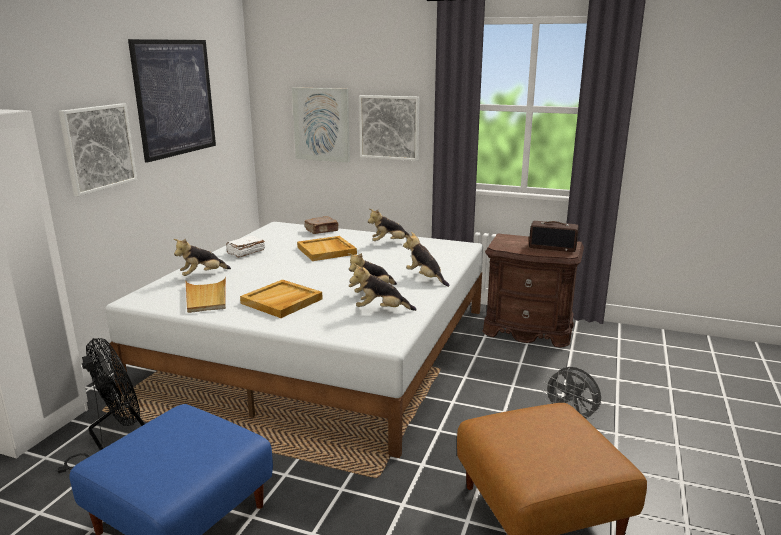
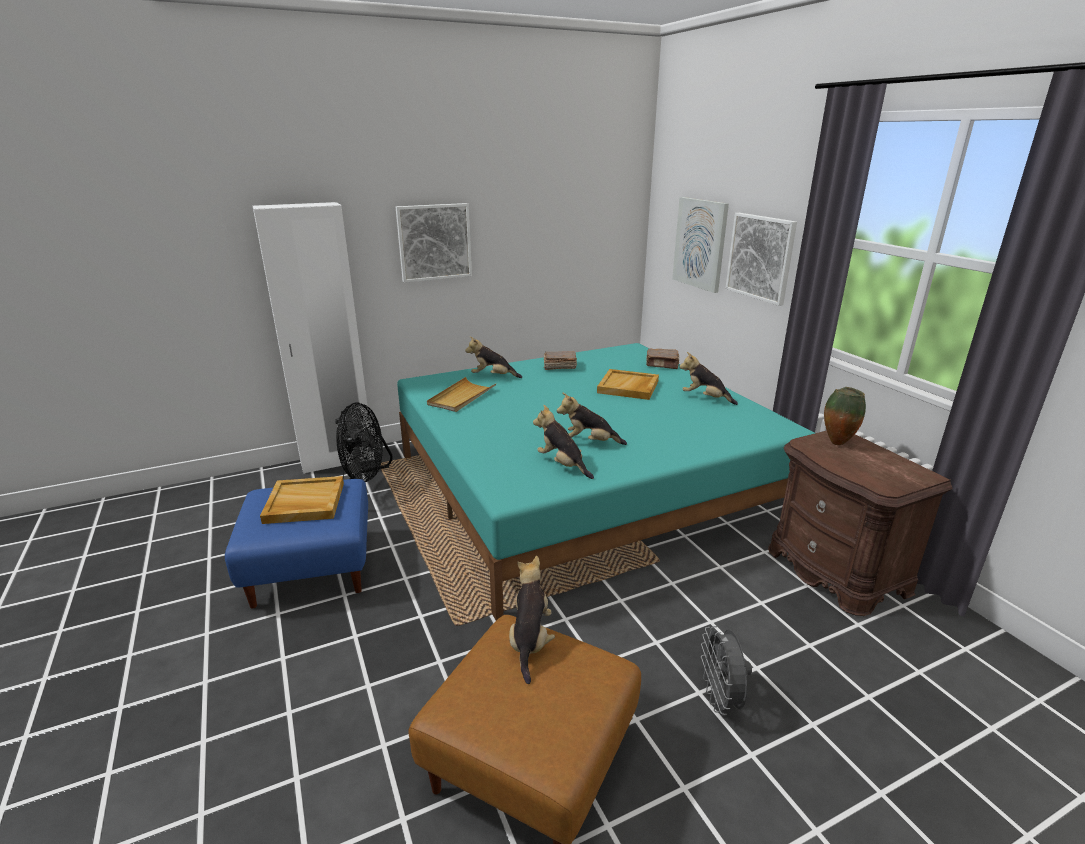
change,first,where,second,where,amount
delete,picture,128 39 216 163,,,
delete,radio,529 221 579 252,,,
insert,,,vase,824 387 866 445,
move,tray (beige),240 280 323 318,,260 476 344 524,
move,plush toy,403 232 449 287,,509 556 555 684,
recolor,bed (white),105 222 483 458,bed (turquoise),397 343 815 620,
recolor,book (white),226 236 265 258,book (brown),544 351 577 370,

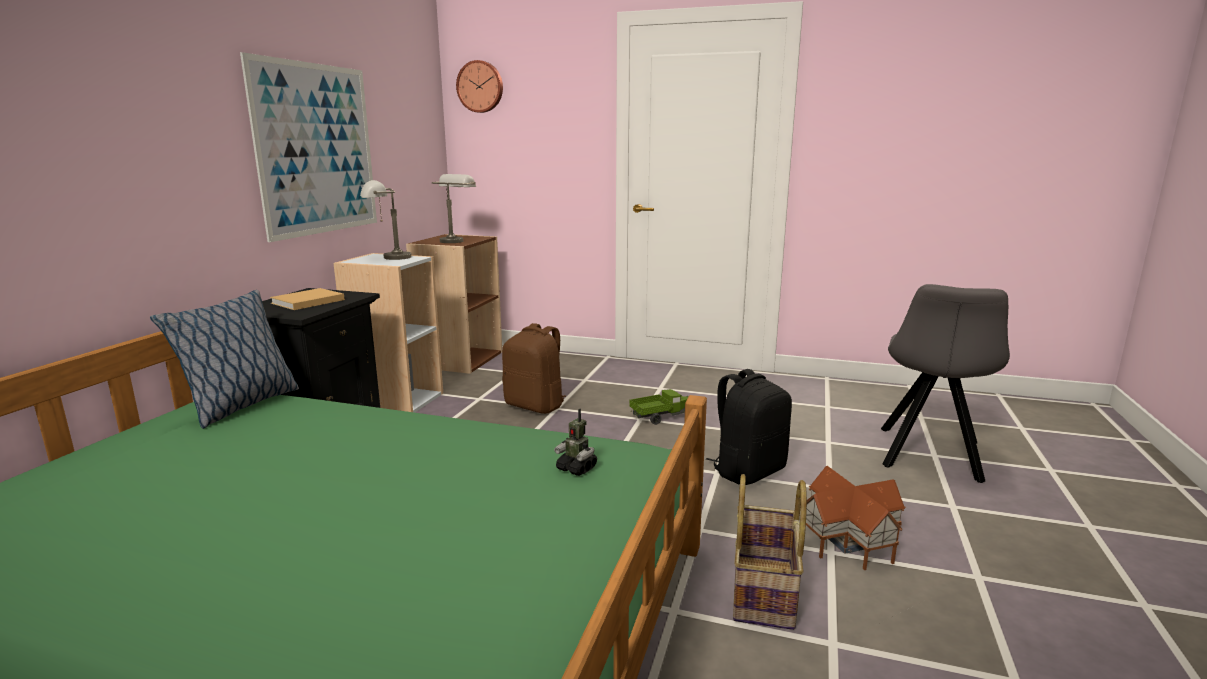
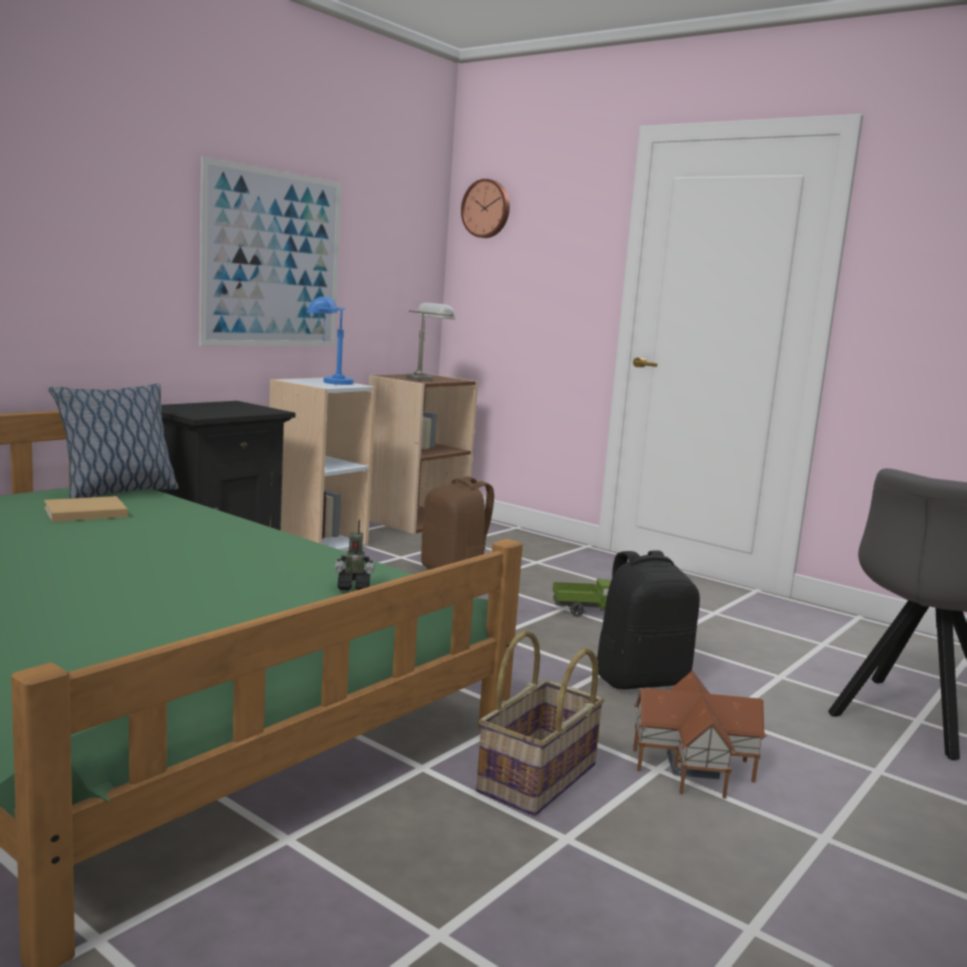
change,first,where,second,where,amount
move,book (beige),270 288 345 310,,44 496 128 522,
recolor,table lamp (grey),360 180 412 260,table lamp (blue),306 297 354 385,
rotate,toy robot,554 409 597 476,,334 520 375 590,60 degrees counterclockwise

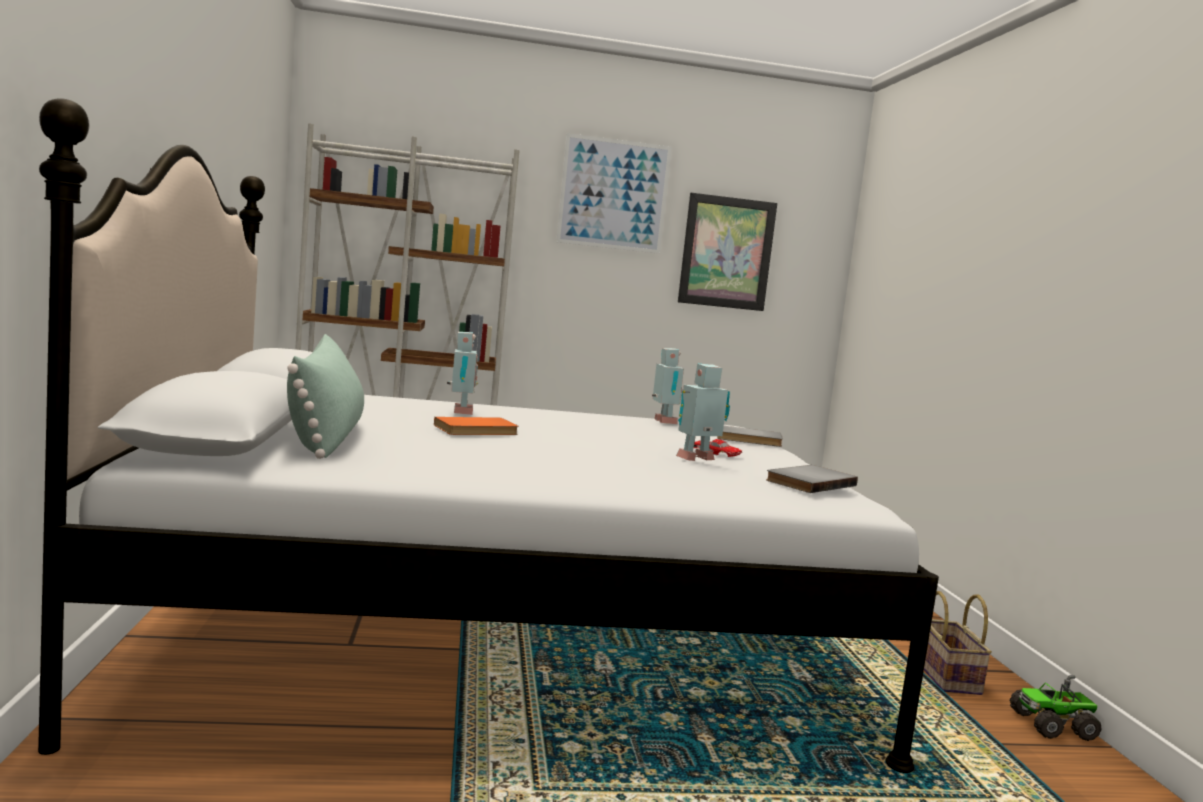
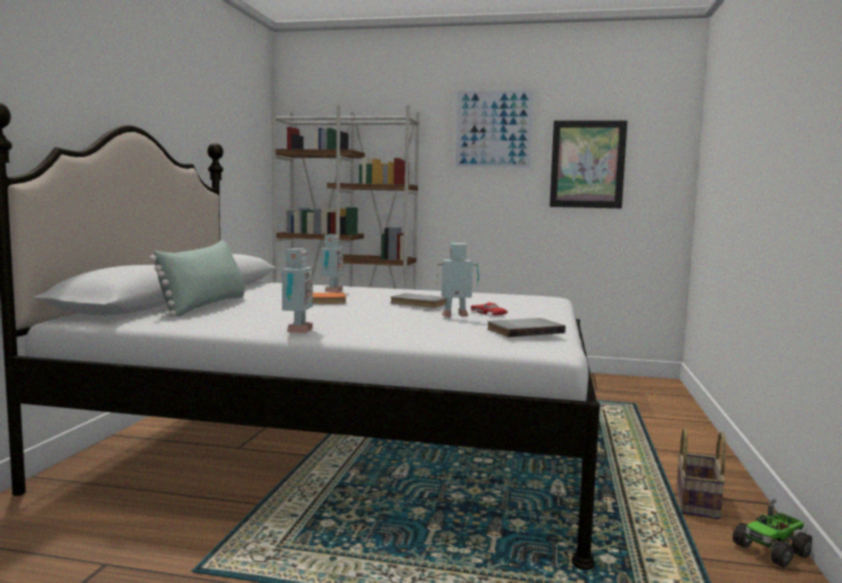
change,first,where,second,where,amount
move,toy robot,652 348 684 424,,282 248 314 333,
move,book (grey),717 426 783 447,,390 293 446 308,
rotate,toy truck,1009 675 1102 741,,733 499 812 567,45 degrees counterclockwise

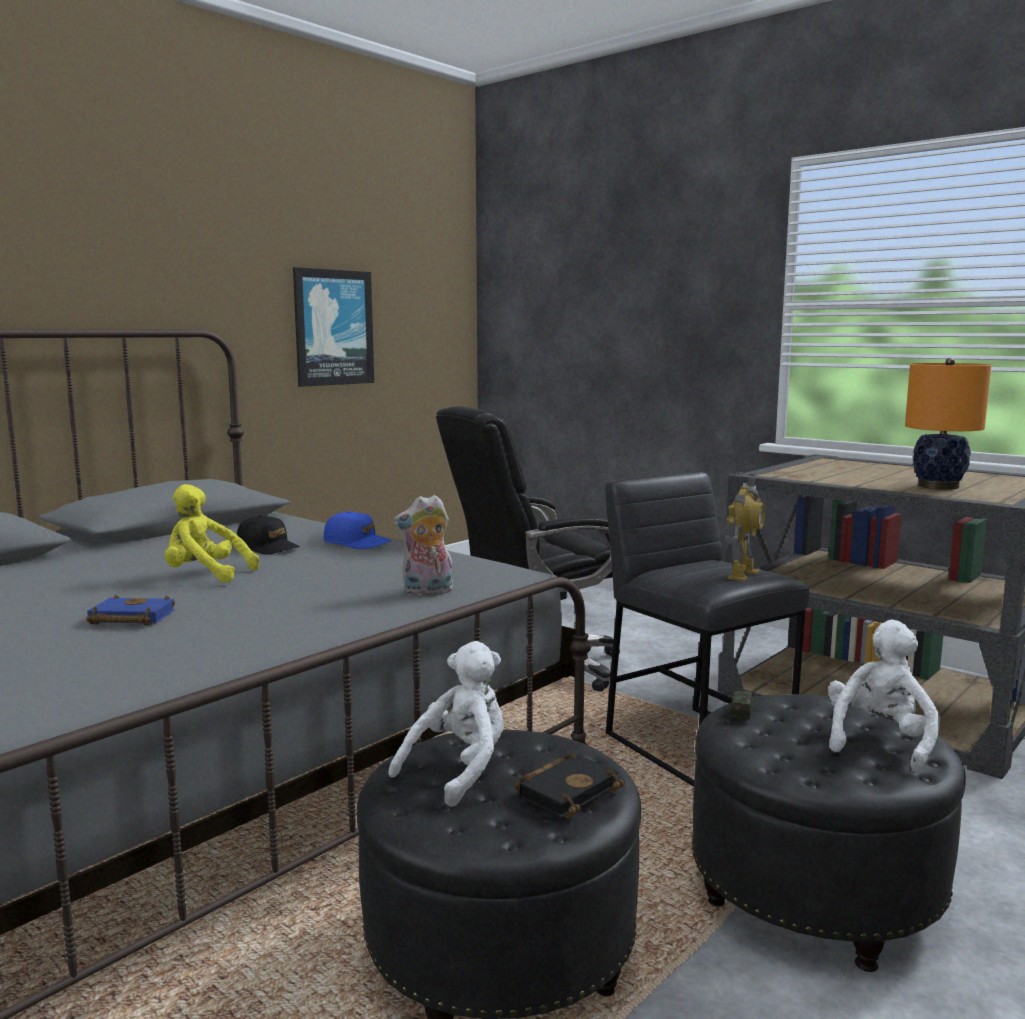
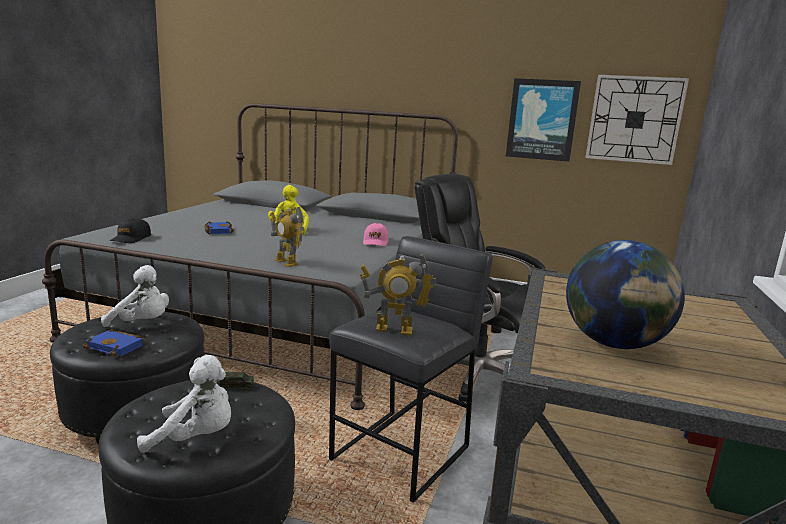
change,first,where,second,where,amount
insert,,,wall clock,585 75 689 165,
move,cap (black),237 515 300 554,,110 218 151 243,
replace,plush toy,393 495 453 596,toy robot,271 207 304 267,
replace,table lamp (orange),905 358 991 490,globe,566 240 685 349,
recolor,cap (blue),324 511 391 549,cap (pink),363 223 388 246,
recolor,book (black),514 753 624 818,book (blue),82 329 145 357,

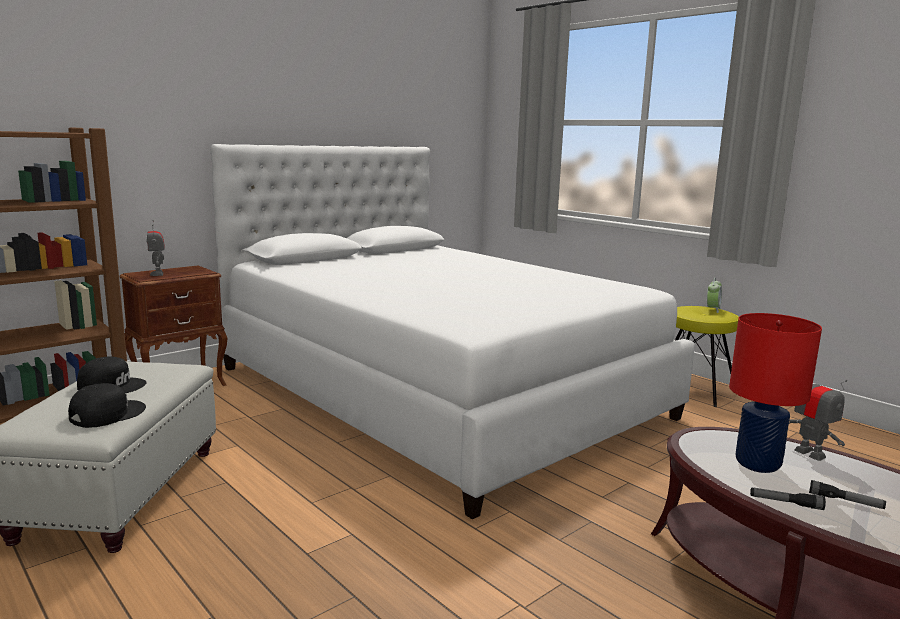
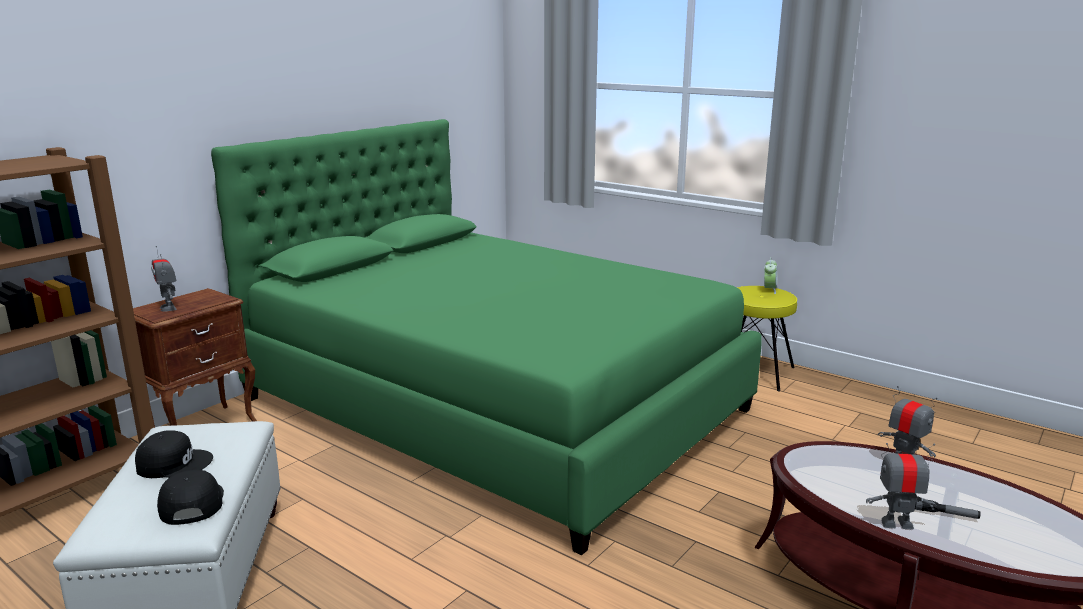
change,first,where,second,where,amount
delete,table lamp (red),729 313 822 473,,,
replace,flashlight,750 487 826 510,toy robot,866 443 937 529,
recolor,bed (white),211 144 695 519,bed (green),211 119 762 556,
rotate,cap (black),68 383 146 428,,157 470 224 525,45 degrees counterclockwise

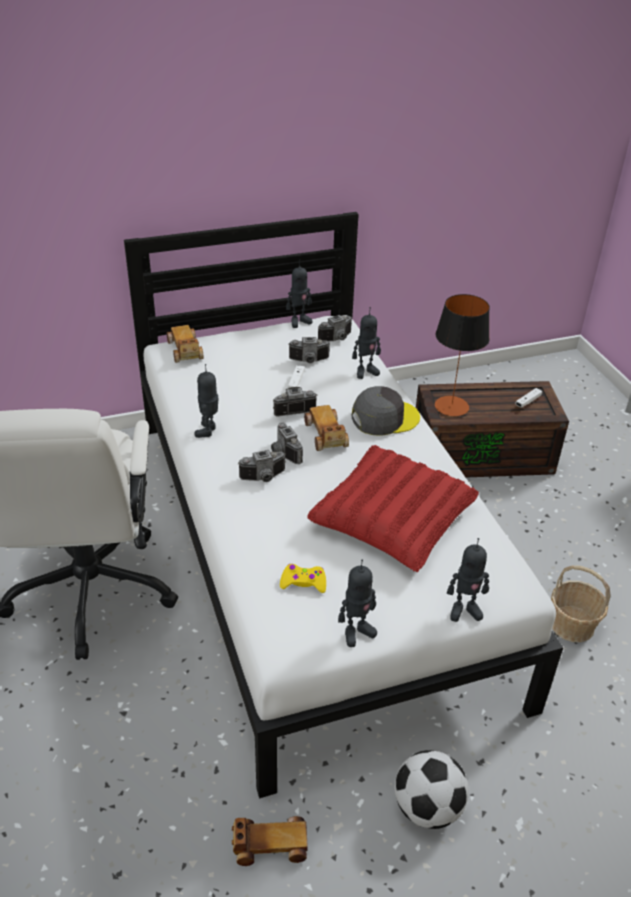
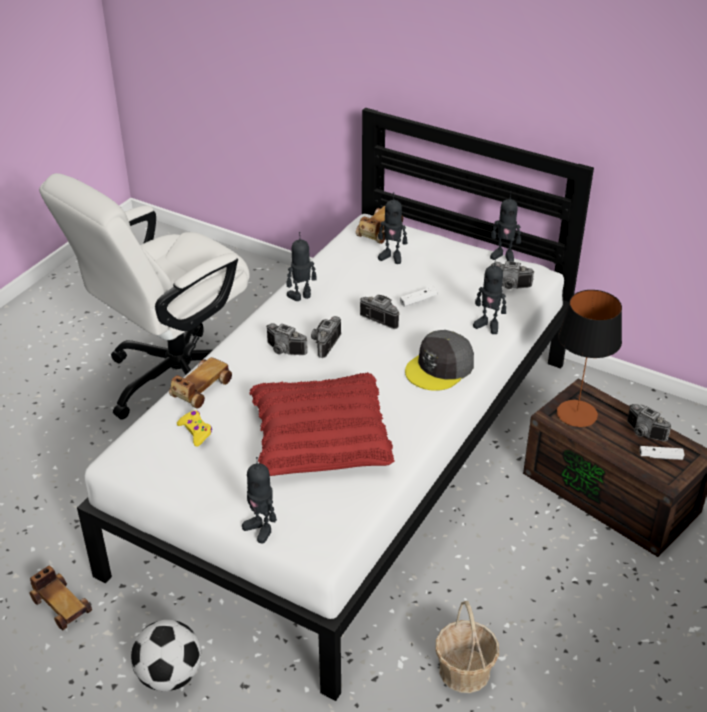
change,first,where,second,where,amount
move,photo camera,289 337 330 363,,627 404 671 441,
move,toy car,304 405 349 451,,169 357 232 408,
move,toy robot,338 559 377 647,,378 192 407 264,
rotate,cap (grey),352 386 420 436,,405 330 474 391,105 degrees clockwise

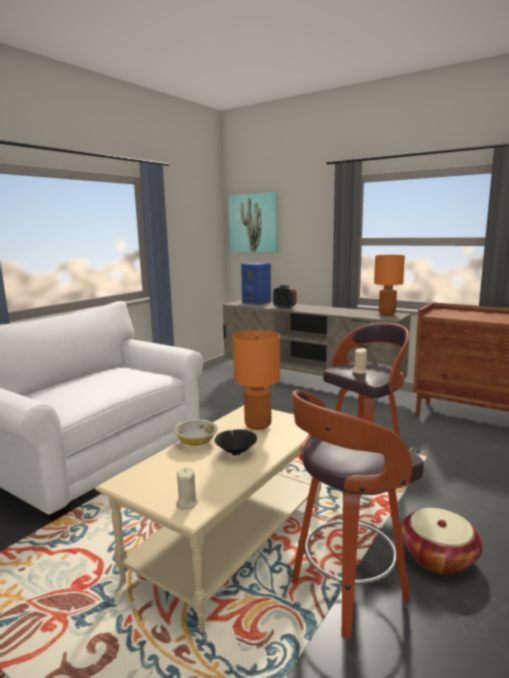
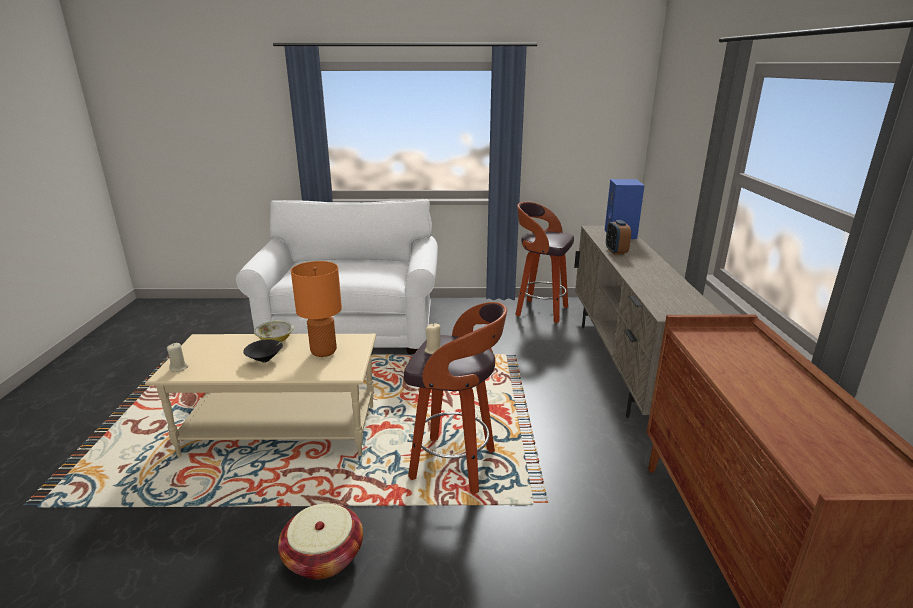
change,first,where,second,where,amount
delete,picture,229 192 278 252,,,
delete,table lamp (orange),374 255 405 315,,,
move,stool,291 390 424 639,,515 202 574 323,

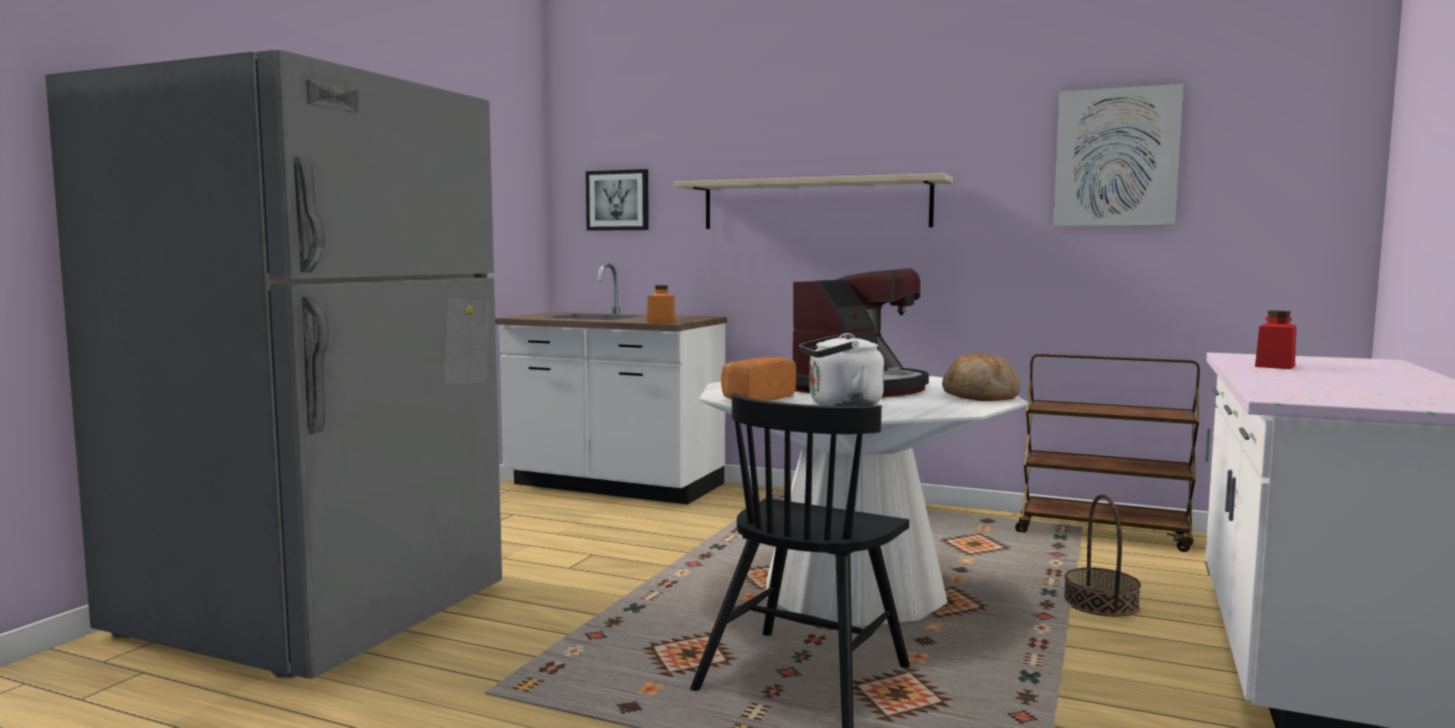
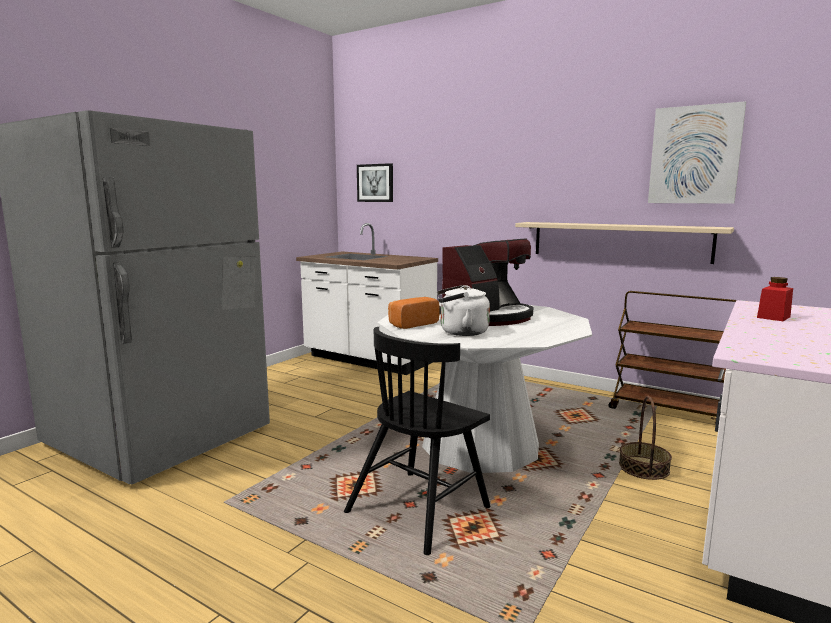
change,first,where,second,where,amount
delete,jar (orange),647 285 676 323,,,
delete,bread,942 353 1021 401,,,
move,shelf (beige),674 173 953 229,,515 222 734 264,

